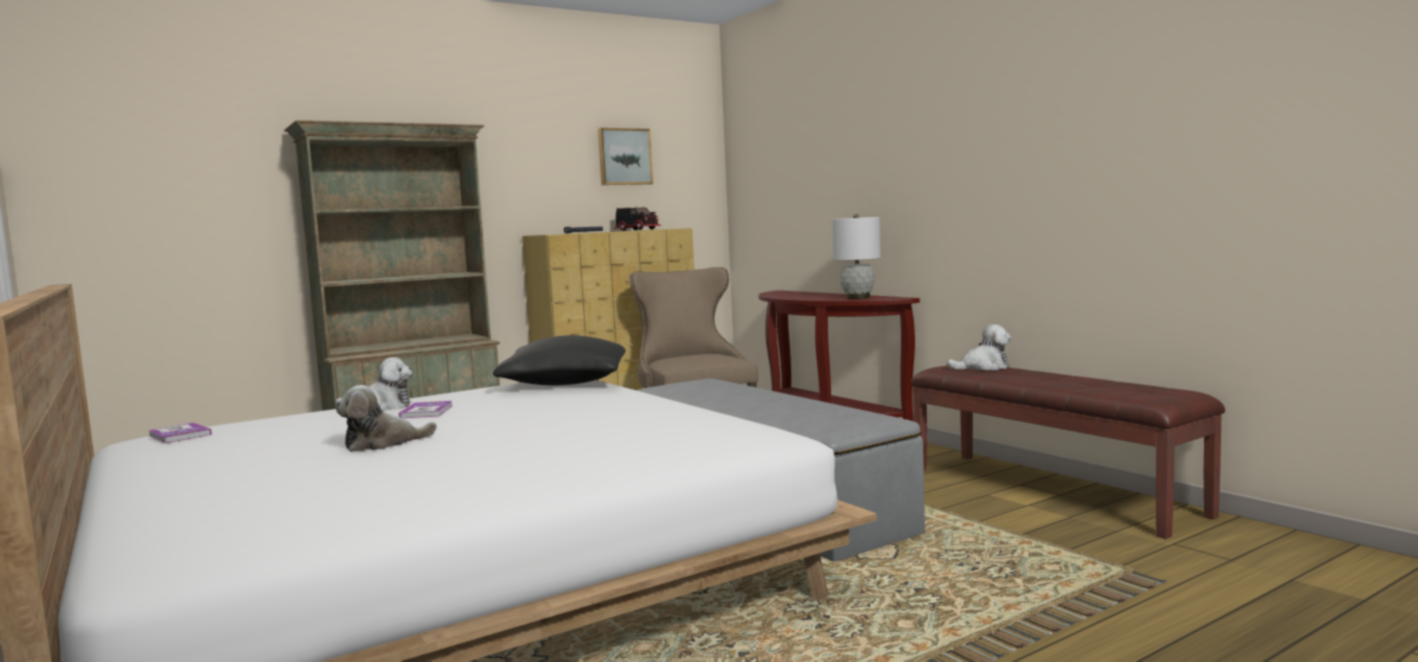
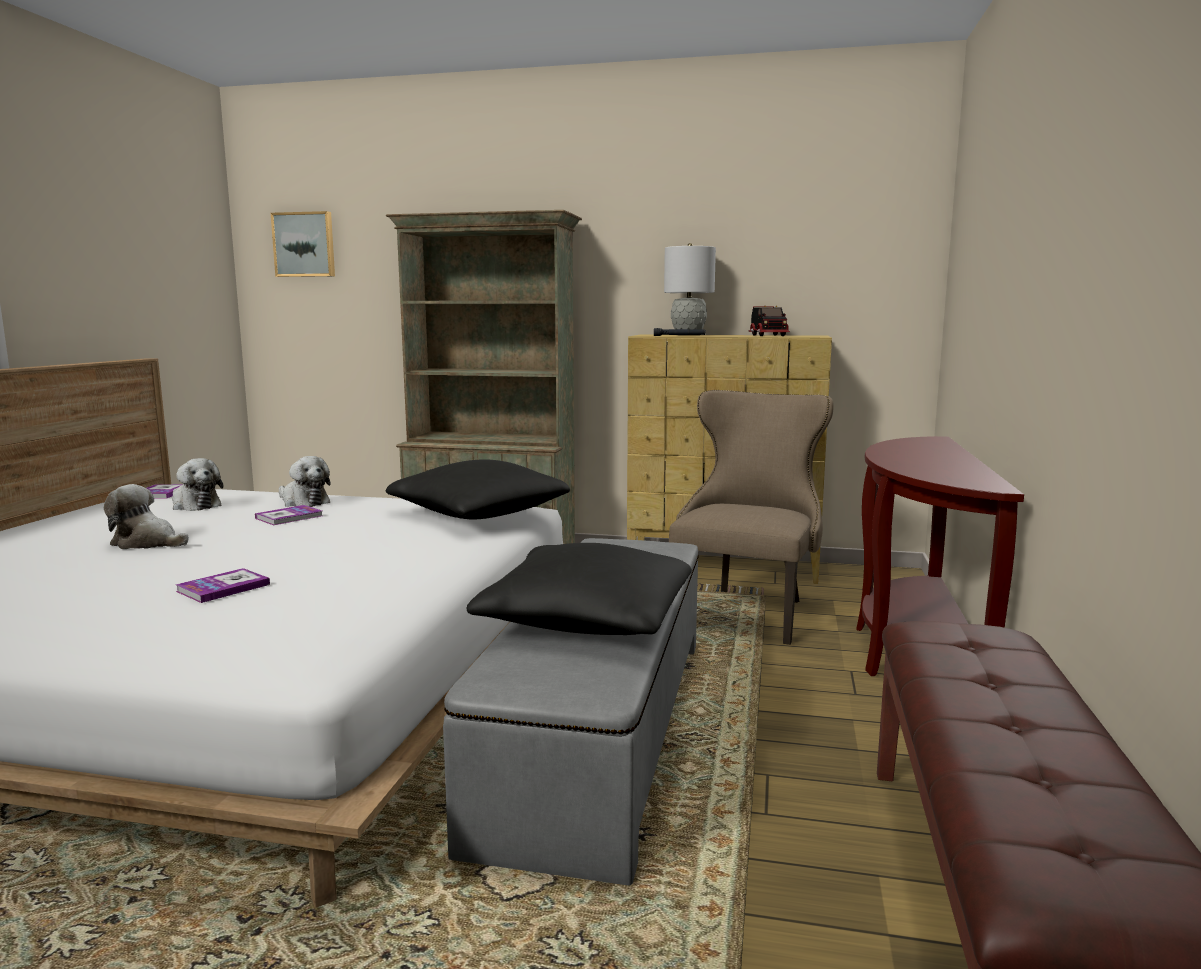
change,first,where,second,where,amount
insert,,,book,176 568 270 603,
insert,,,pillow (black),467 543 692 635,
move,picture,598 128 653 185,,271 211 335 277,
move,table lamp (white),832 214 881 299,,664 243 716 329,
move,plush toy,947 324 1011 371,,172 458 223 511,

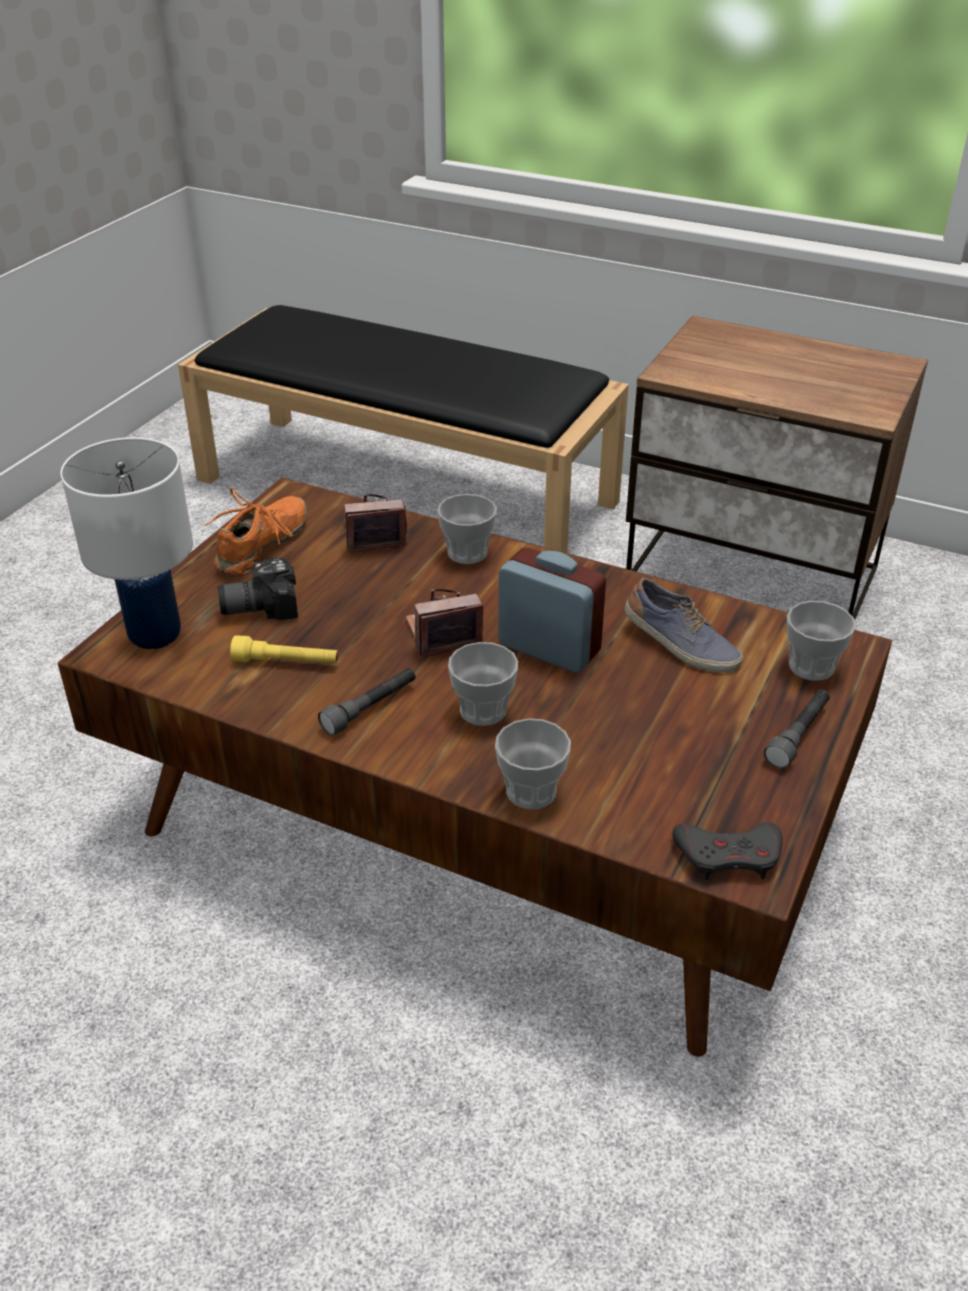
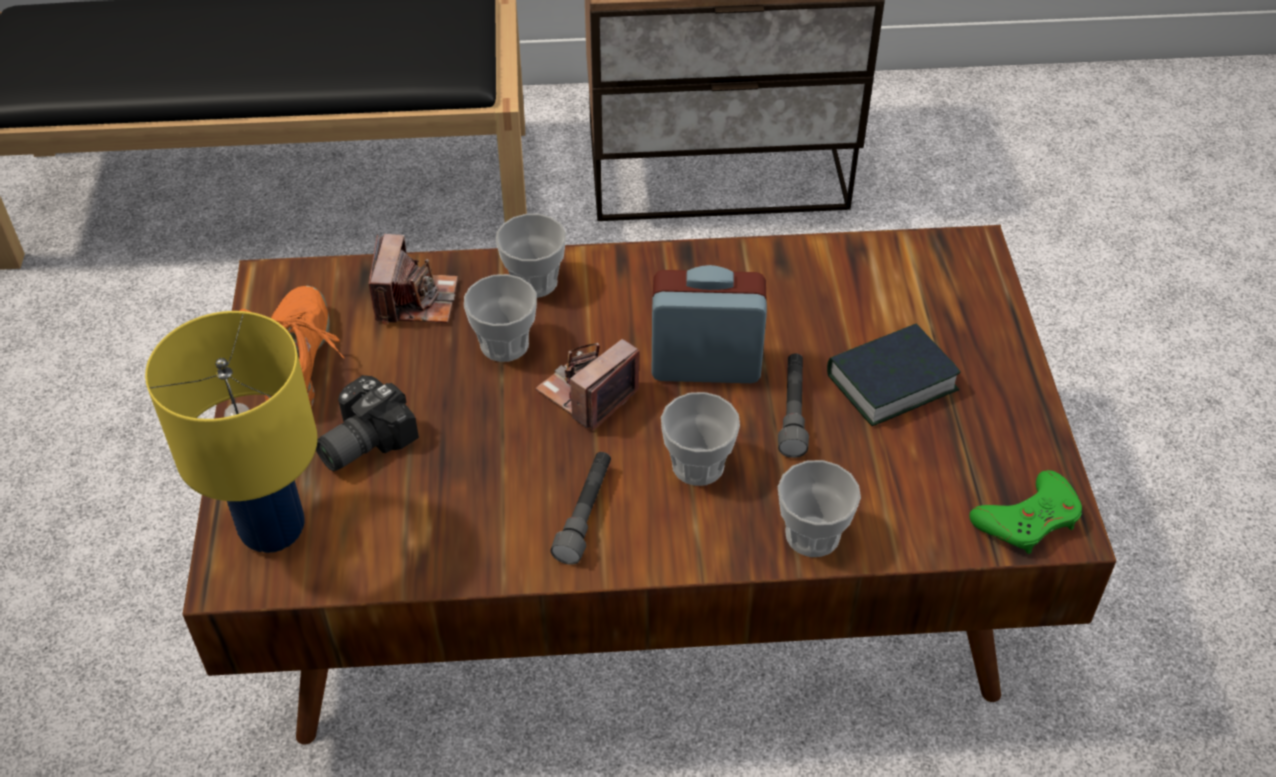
change,first,where,second,where,amount
delete,flashlight (yellow),230 635 338 664,,,
delete,shoe,625 578 743 673,,,
insert,,,book,827 323 961 426,
move,flashlight (grey),764 689 830 769,,778 353 809 458,
move,cup,787 601 856 681,,464 274 537 362,
recolor,table lamp (white),61 437 193 649,table lamp (yellow),145 311 318 553,
recolor,game controller (grey),672 822 782 880,game controller (green),969 470 1082 554,
rotate,photo camera,344 494 408 553,,369 234 458 325,135 degrees clockwise

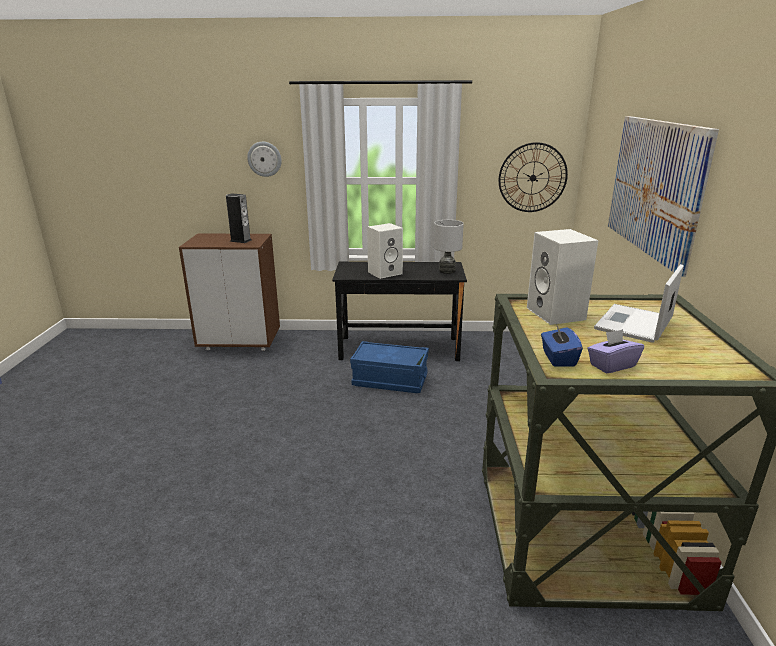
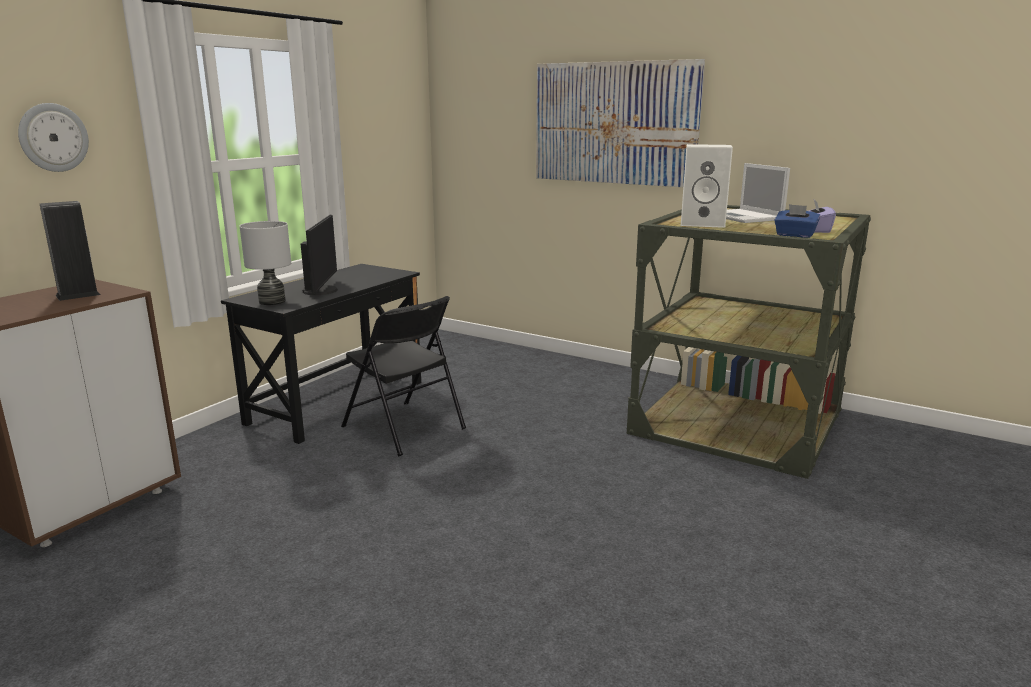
change,first,where,second,where,amount
delete,wall clock,499 142 568 212,,,
move,table lamp (grey),434 220 464 274,,240 221 291 305,
replace,storage box (blue),350 341 429 393,chair (black),341 296 466 457,
replace,speaker (white),367 223 403 279,monitor,301 214 338 295,

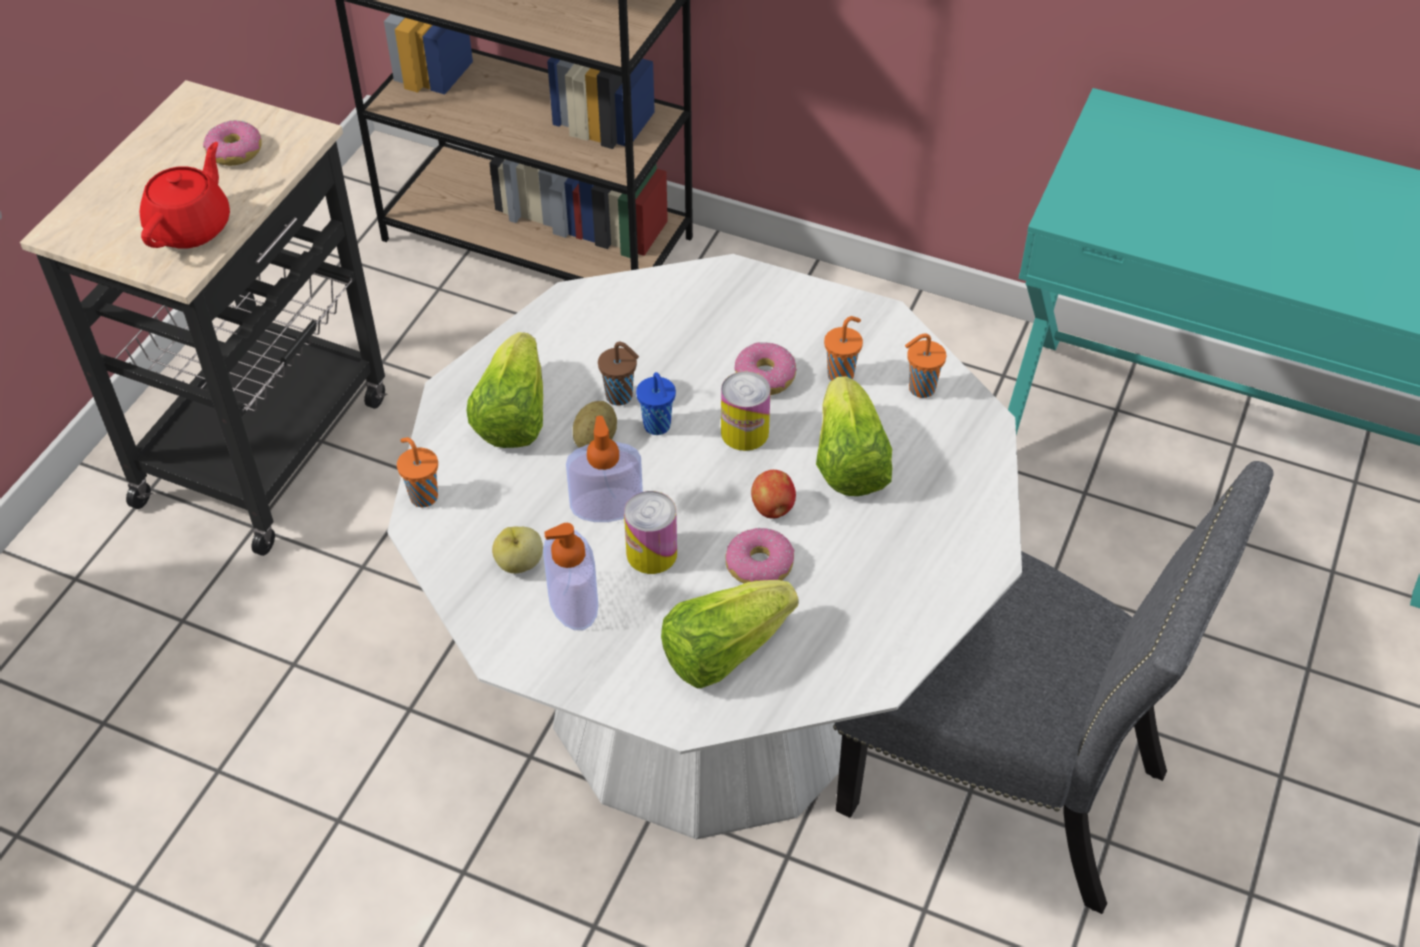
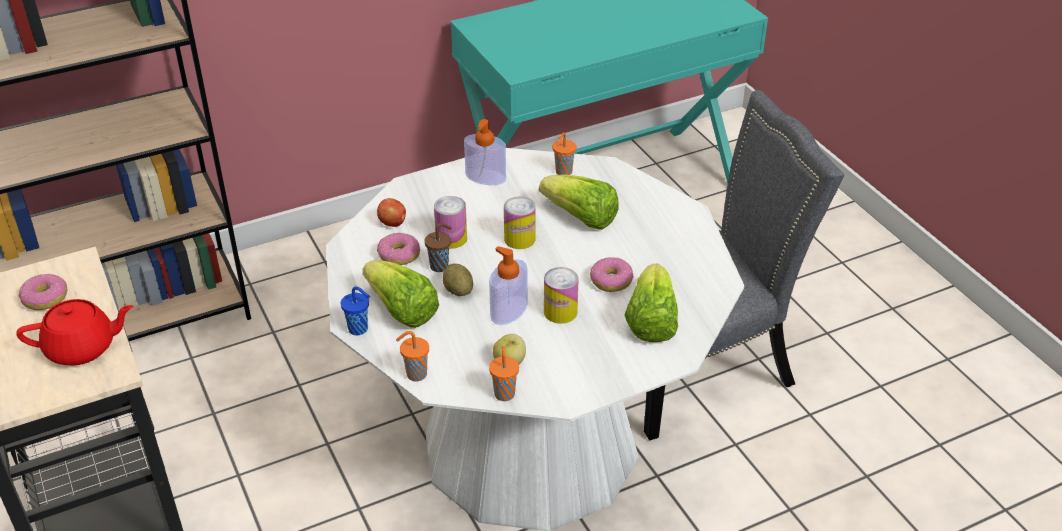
change,first,where,second,where,amount
insert,,,can,434 196 467 249,
move,soap dispenser,543 523 598 630,,464 119 506 185,
move,cup (blue),636 372 676 435,,341 286 370 335,
move,donut,735 342 797 395,,377 233 420 265,
move,apple,751 470 796 519,,377 198 406 227,
move,cup (orange),824 316 863 381,,489 346 519 401,
rotate,teapot (red),140 142 230 249,,16 299 133 366,105 degrees clockwise

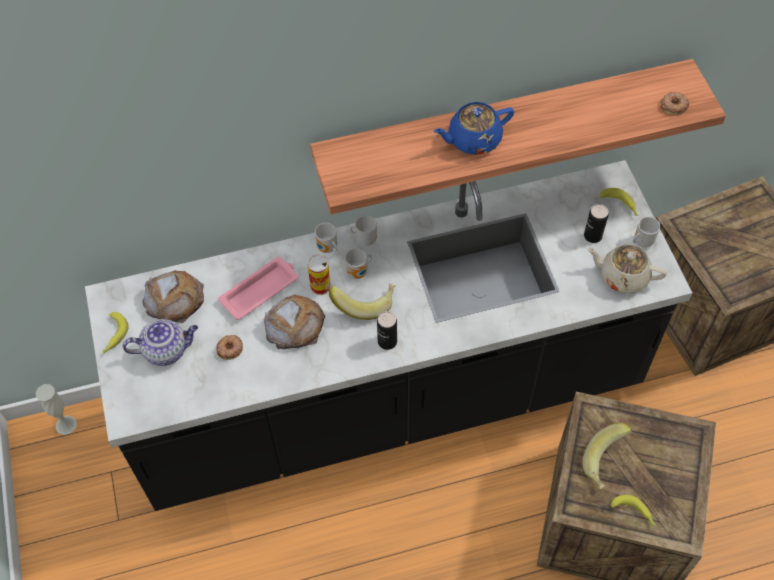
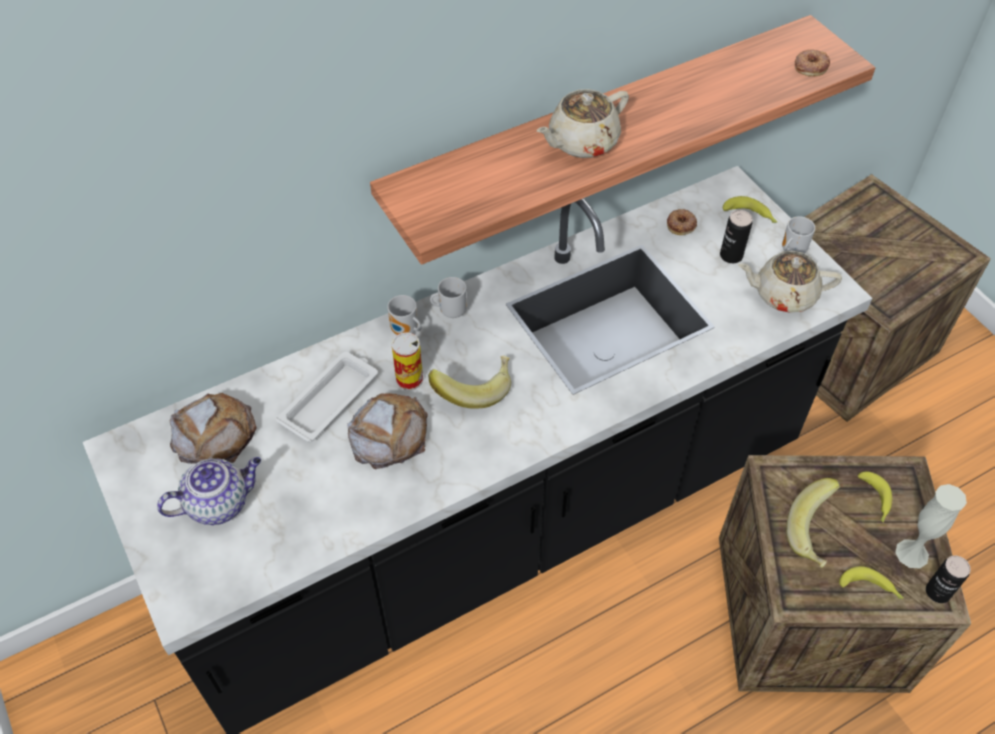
change,first,where,second,where,amount
delete,mug,345 248 372 279,,,
move,vase (white),36 384 77 435,,895 484 967 569,
move,banana,103 312 129 354,,857 472 892 523,
move,donut,216 335 243 360,,667 209 697 235,
move,can,377 311 397 350,,926 556 971 603,
recolor,tray (pink),218 257 298 320,tray (white),276 352 378 442,
recolor,teapot (blue),433 102 514 155,teapot (beige),537 89 629 158,

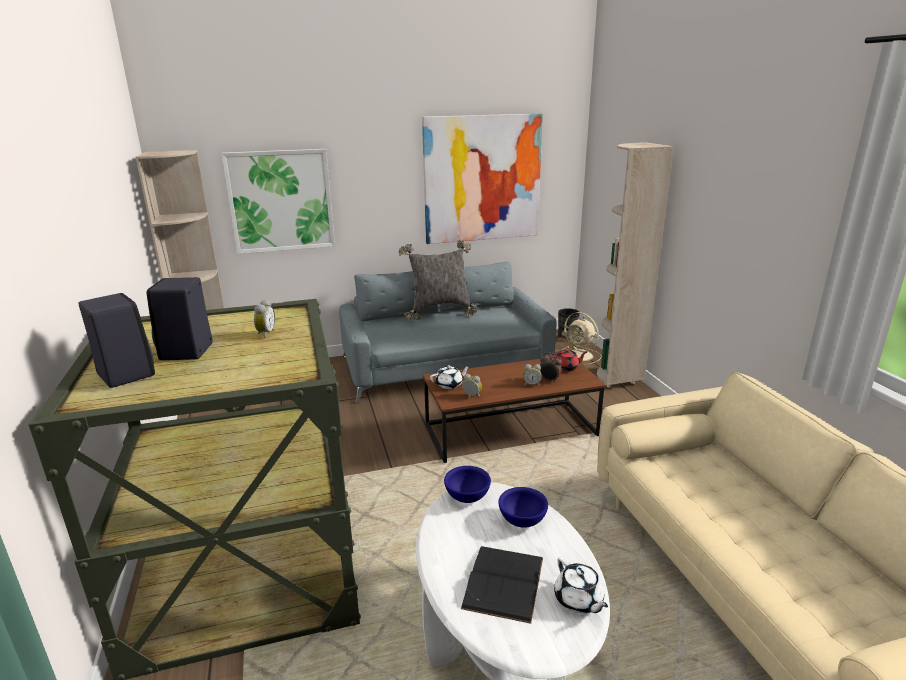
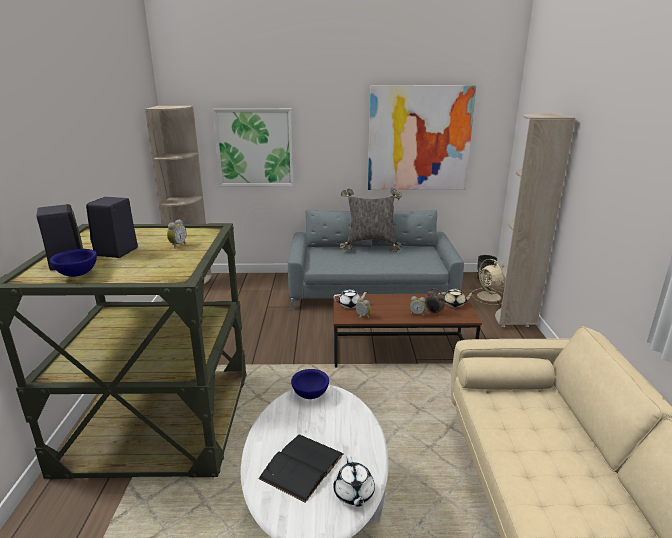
change,first,where,second,where,amount
move,bowl (blue),498 487 548 528,,50 249 97 277,
recolor,teapot (red),549 349 587 372,teapot (beige),439 288 474 307,

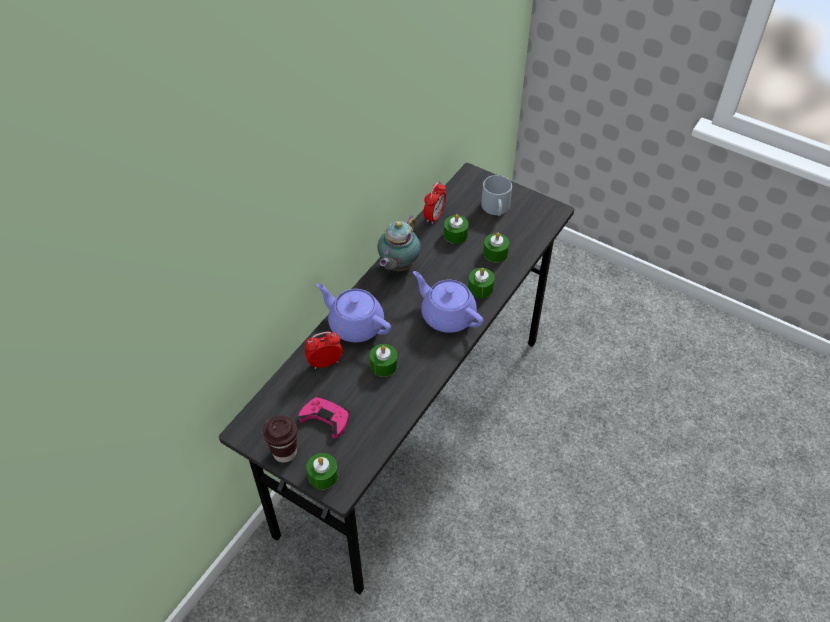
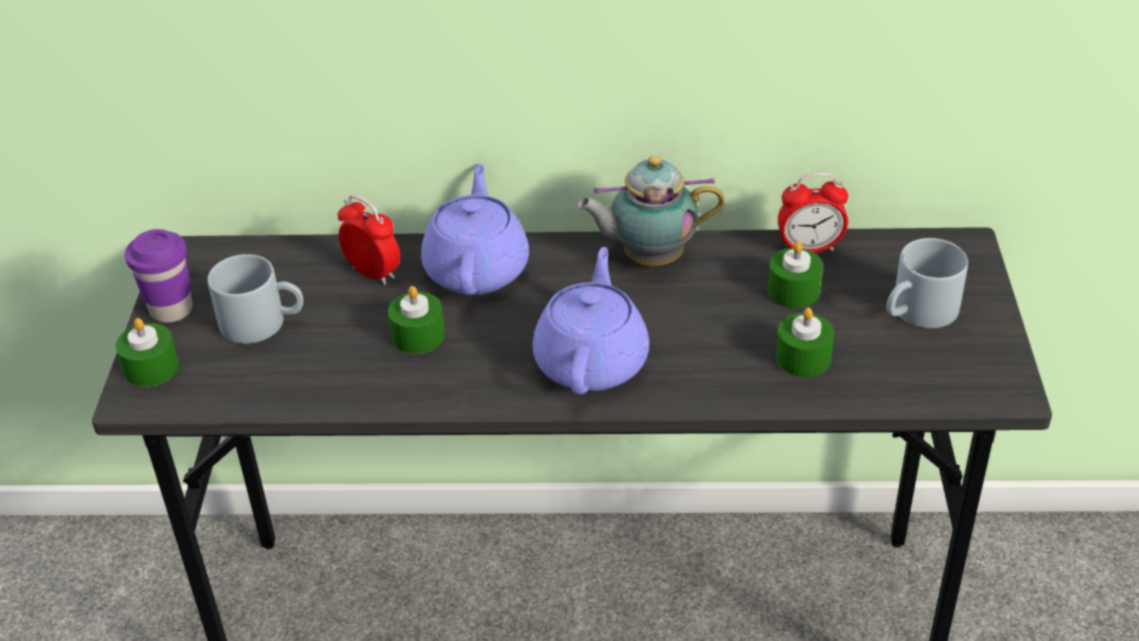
change,first,where,second,where,amount
delete,candle (green),468 268 495 298,,,
replace,game controller (pink),298 397 349 438,mug (grey),207 254 303 344,
recolor,cup (brown),263 415 297 463,cup (purple),125 229 193 323,

